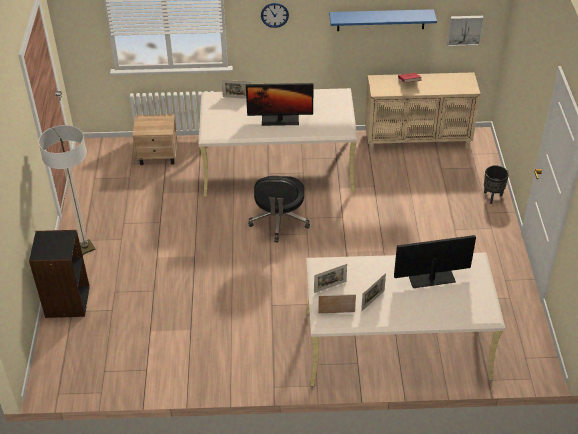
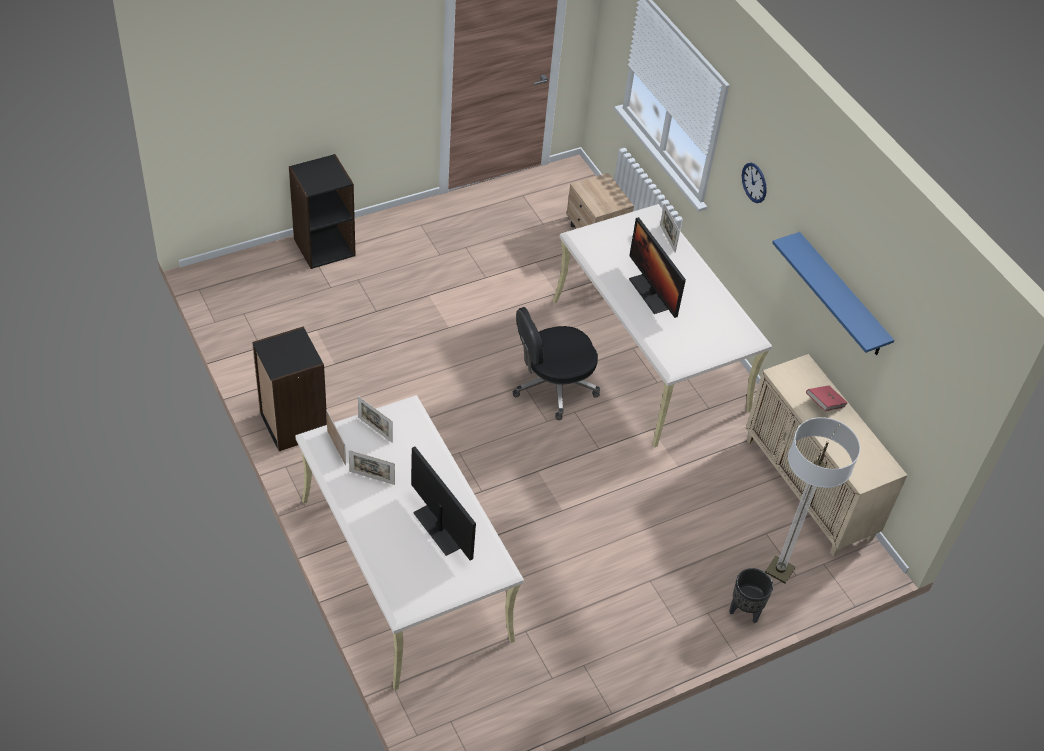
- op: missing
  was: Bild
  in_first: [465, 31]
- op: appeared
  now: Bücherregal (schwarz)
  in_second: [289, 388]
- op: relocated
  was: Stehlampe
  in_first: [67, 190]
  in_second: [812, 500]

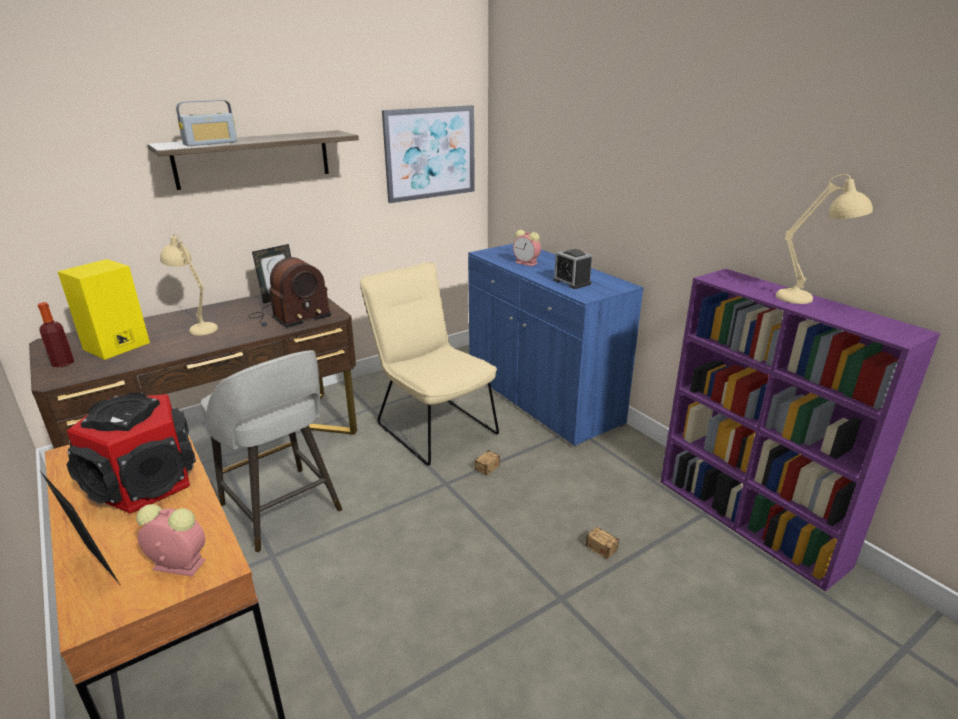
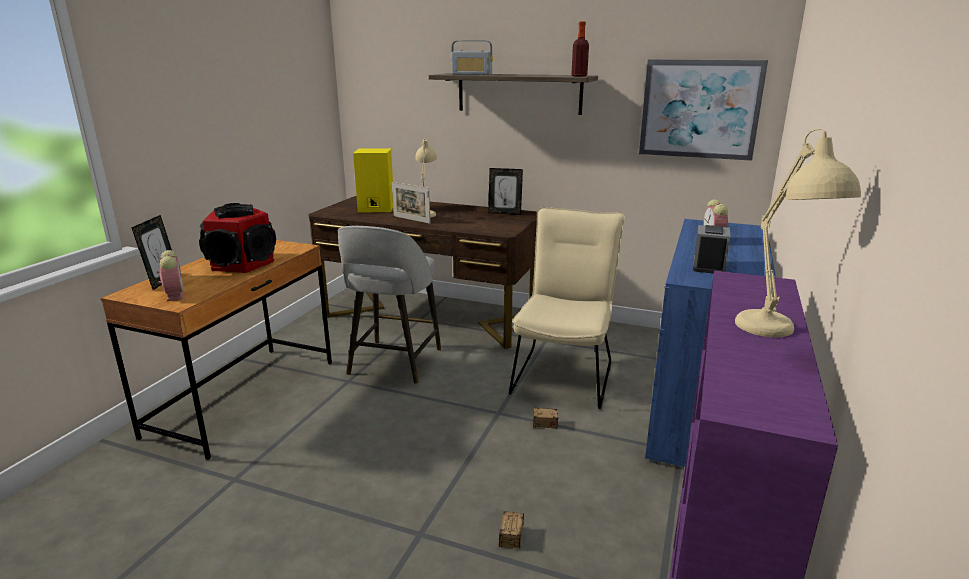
- op: missing
  was: Radio
  in_first: [289, 292]
- op: appeared
  now: Bilderrahmen
  in_second: [411, 203]
- op: relocated
  was: Flasche
  in_first: [56, 334]
  in_second: [580, 49]

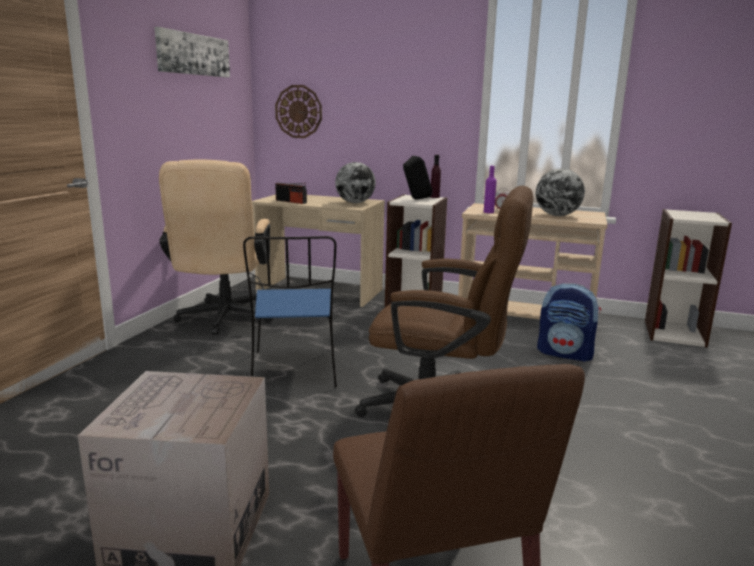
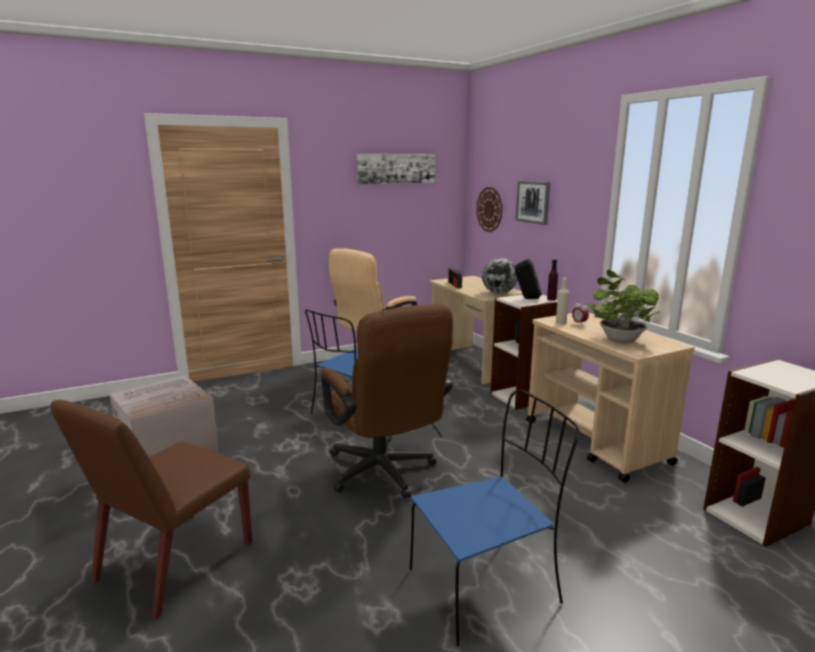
- op: missing
  was: Rucksack
  in_first: [569, 322]
- op: appeared
  now: Stuhl (blau)
  in_second: [494, 518]
- op: appeared
  now: Bild
  in_second: [532, 203]
- op: exchanged
  was: Globus
  now: Topfpflanze
  in_first: [560, 192]
  in_second: [624, 306]
- op: colour
  was: Flasche (lila)
  now: Flasche (beige)
  in_first: [490, 189]
  in_second: [562, 301]

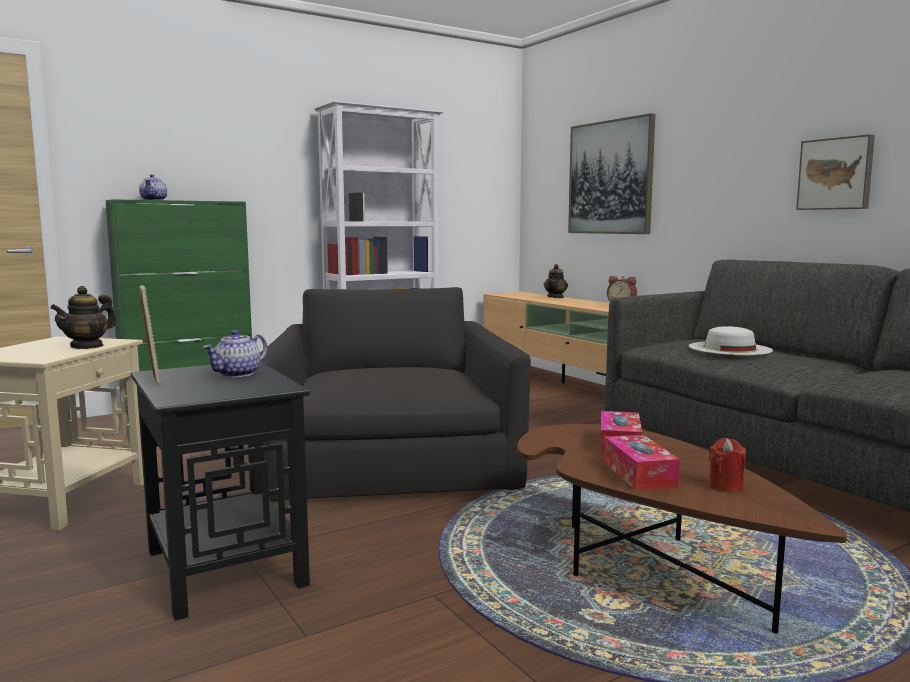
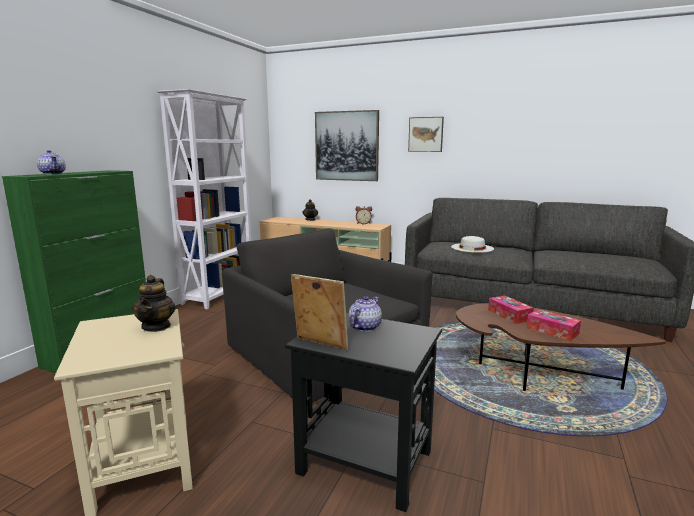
- op: missing
  was: Kerze (rot)
  in_first: [727, 465]
- op: relocated
  was: Bild
  in_first: [835, 172]
  in_second: [426, 134]
- op: spun
  was: Teekanne
  in_first: [235, 353]
  in_second: [365, 314]
  clockwise: -150

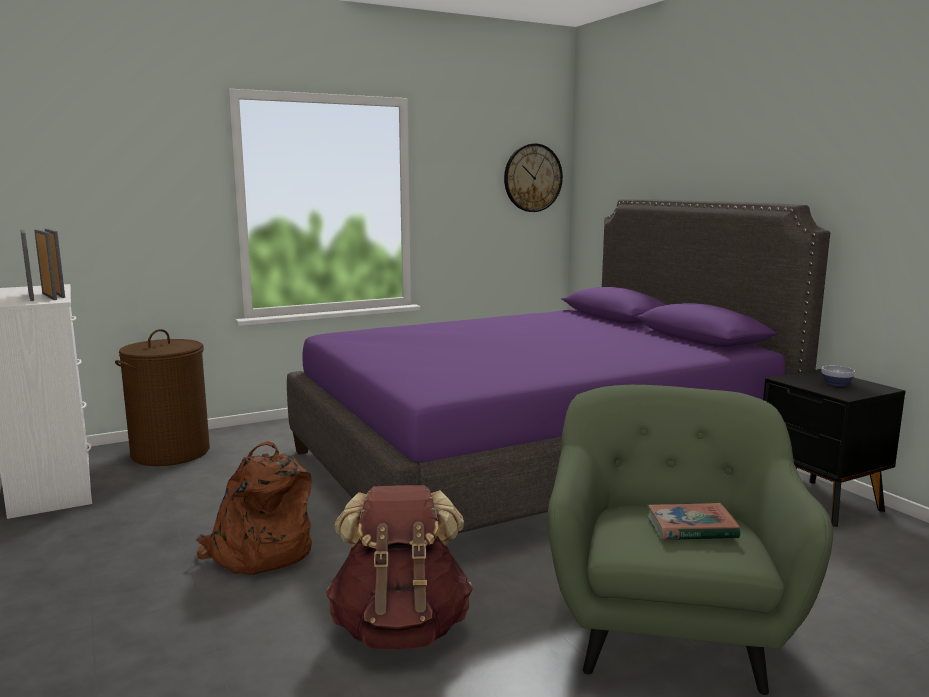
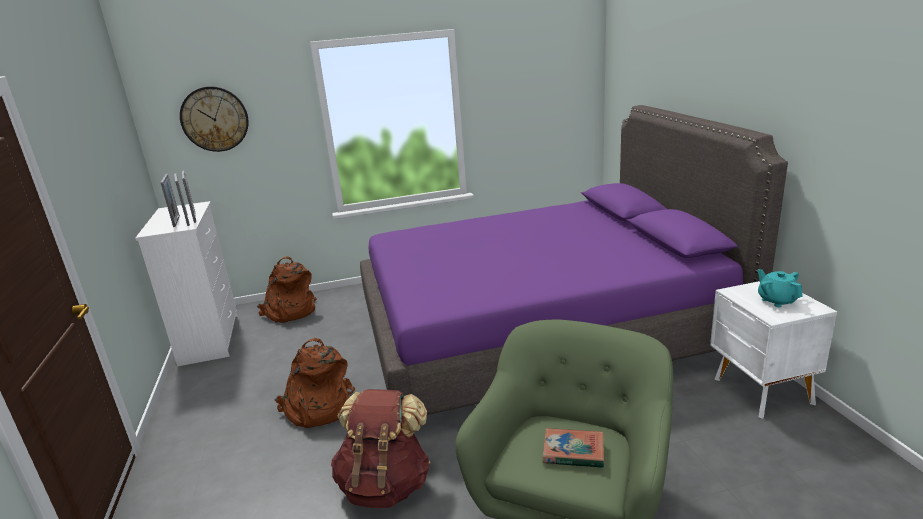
- op: relocated
  was: Wanduhr
  in_first: [533, 177]
  in_second: [214, 119]
- op: exchanged
  was: Wäschekorb (braun)
  now: Rucksack (braun)
  in_first: [162, 397]
  in_second: [286, 289]
- op: exchanged
  was: Schüssel
  now: Teekanne (türkis)
  in_first: [838, 376]
  in_second: [780, 288]
- op: colour
  was: Nachttisch (schwarz)
  now: Nachttisch (weiß)
  in_first: [834, 448]
  in_second: [773, 350]

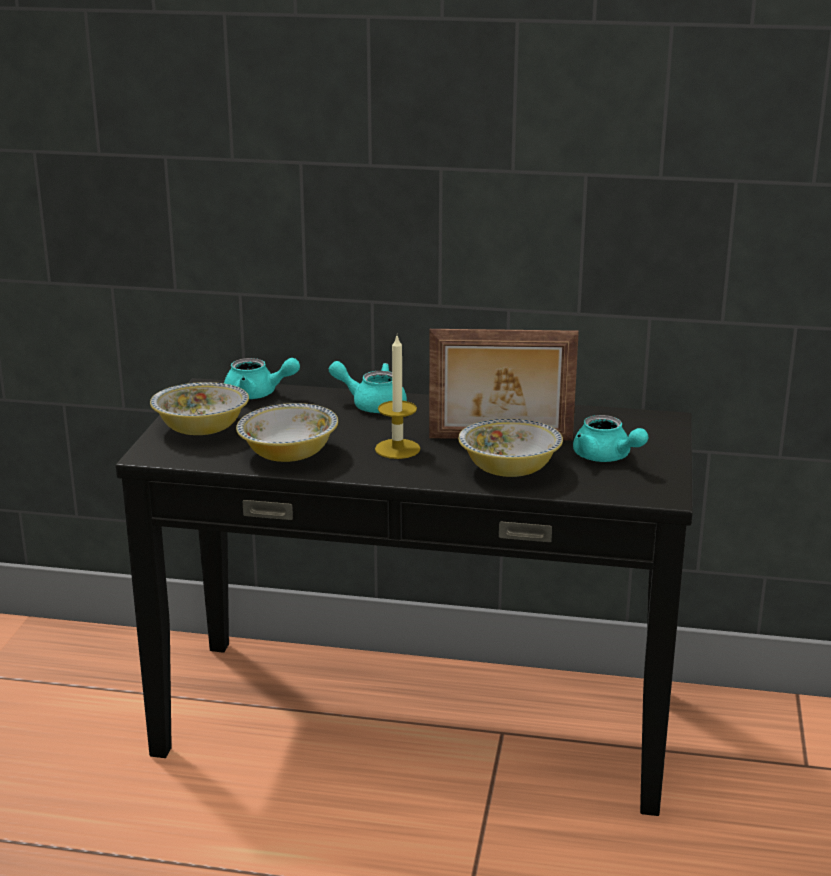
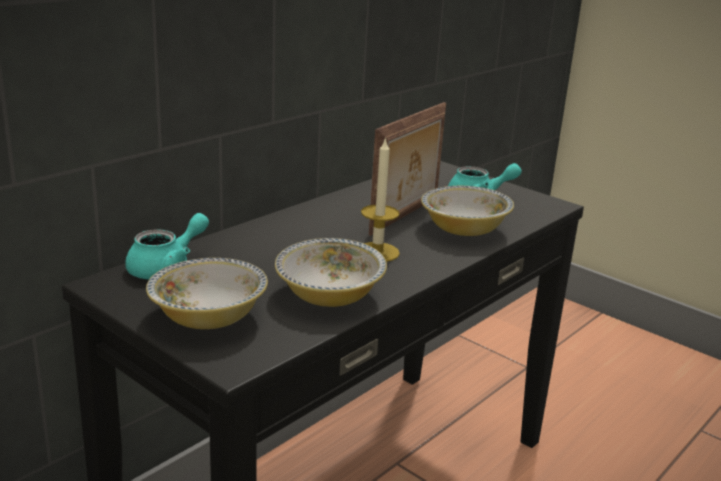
- op: missing
  was: Teekanne (türkis)
  in_first: [368, 387]

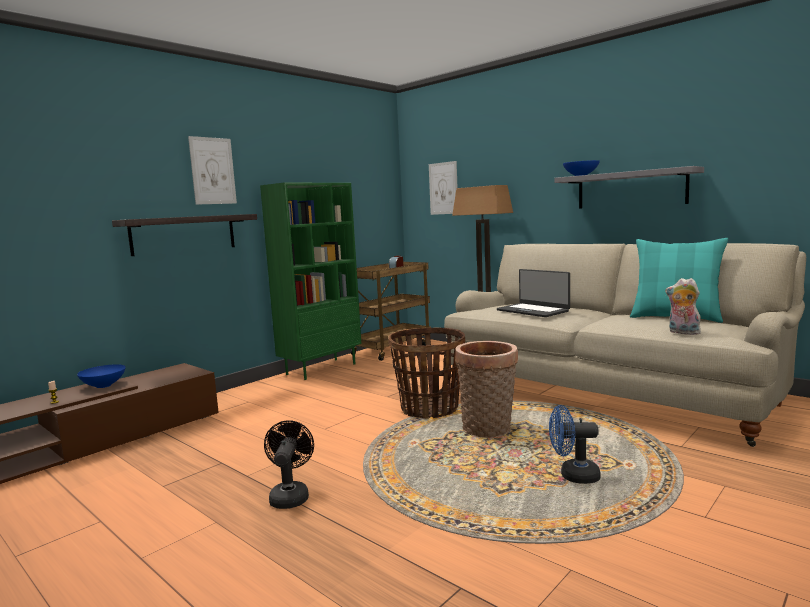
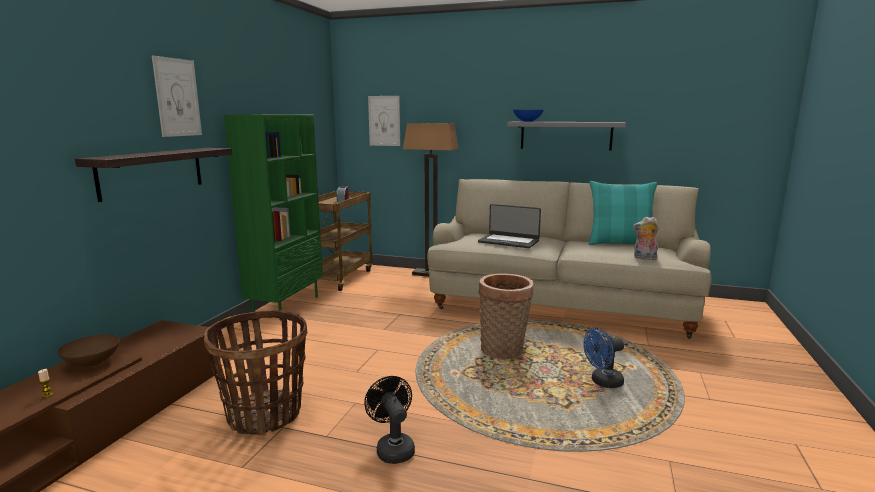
- op: relocated
  was: Korb
  in_first: [426, 373]
  in_second: [255, 372]
- op: colour
  was: Schüssel (blau)
  now: Schüssel (braun)
  in_first: [101, 376]
  in_second: [88, 350]

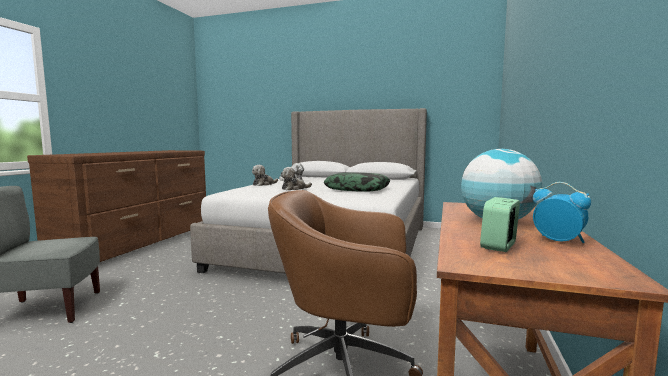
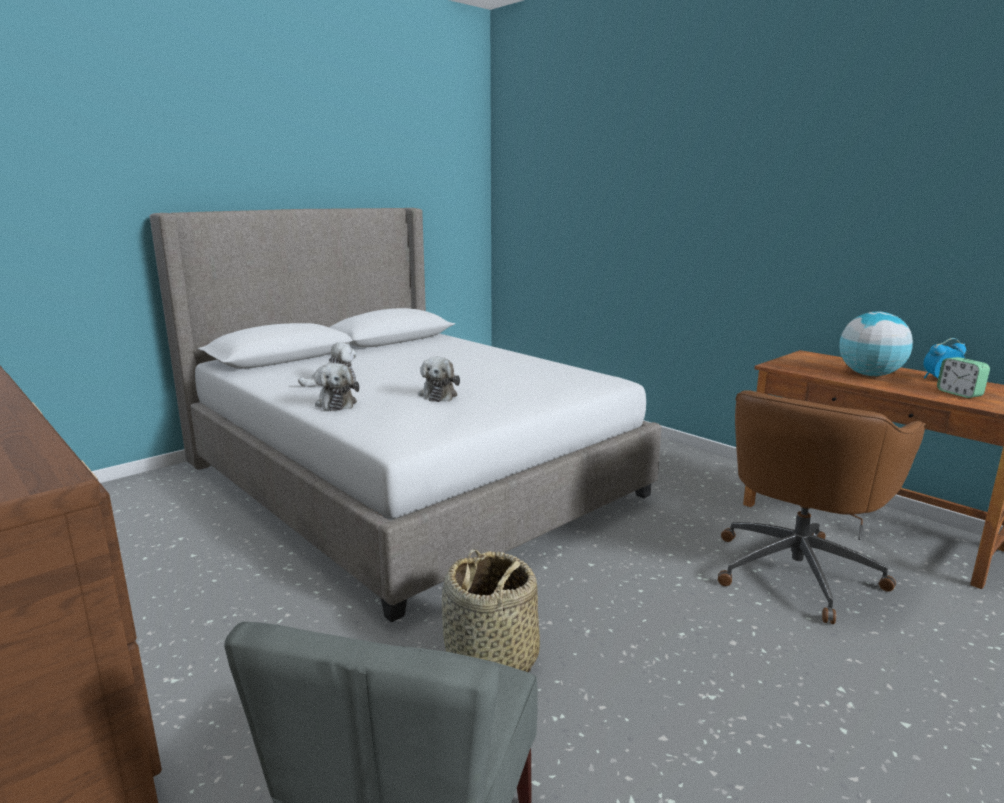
- op: missing
  was: Kissen
  in_first: [357, 182]
- op: appeared
  now: Korb
  in_second: [491, 610]

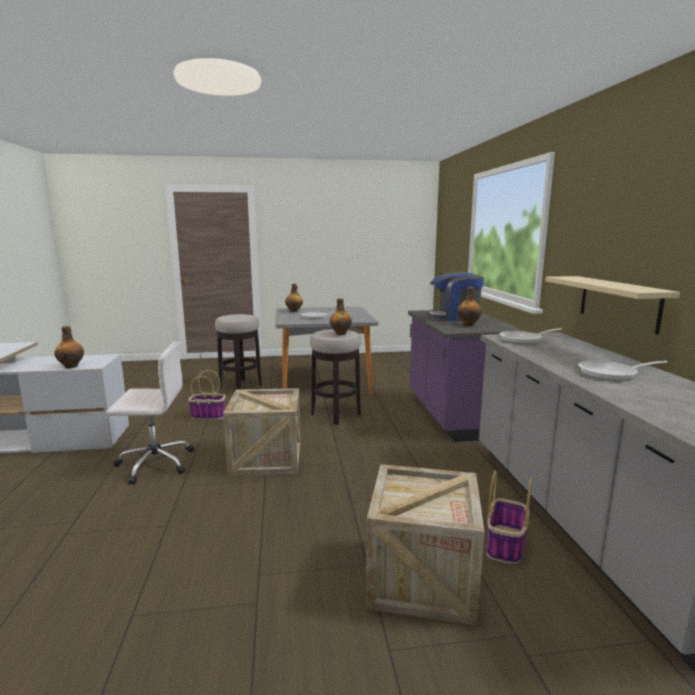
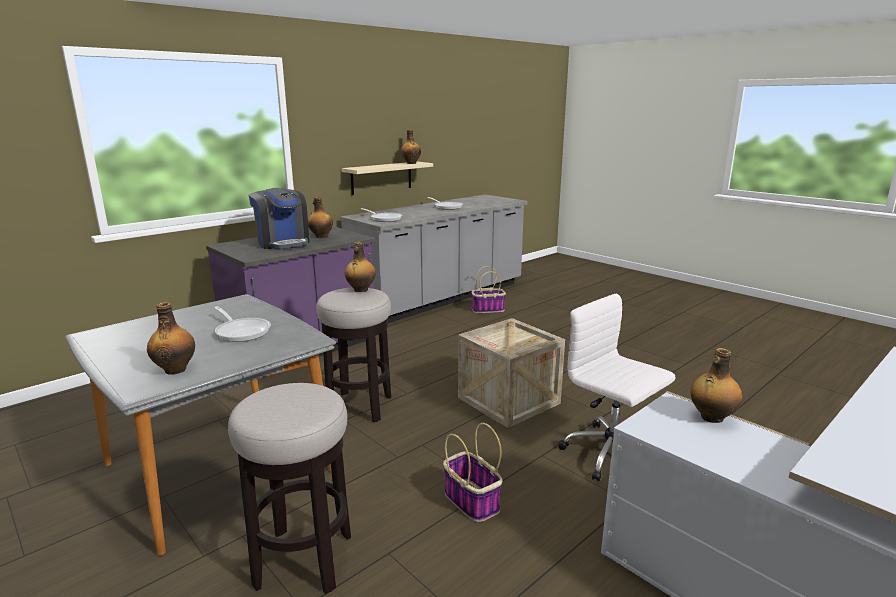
- op: missing
  was: Kiste
  in_first: [425, 545]
- op: appeared
  now: Flasche
  in_second: [411, 146]

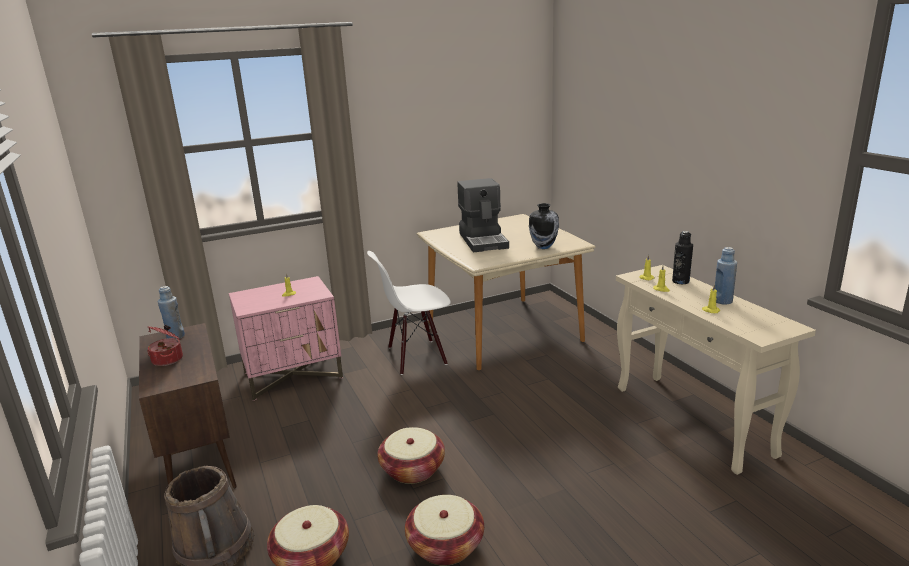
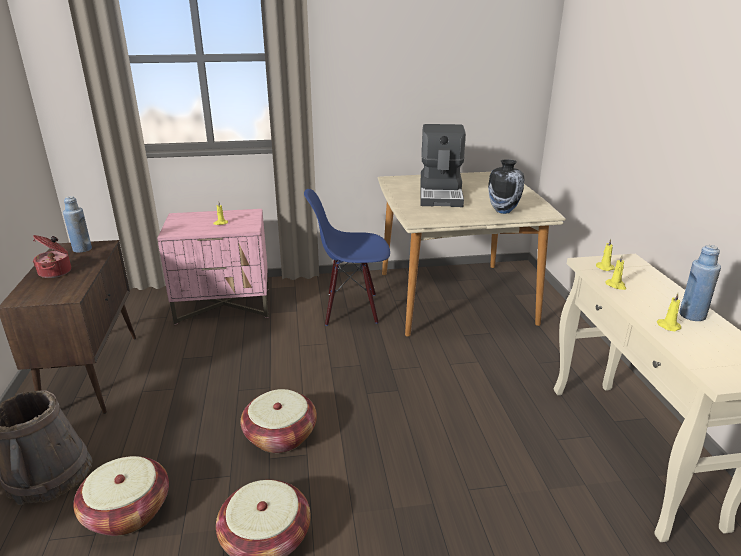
- op: missing
  was: Flasche (schwarz)
  in_first: [682, 257]
- op: colour
  was: Stuhl (weiß)
  now: Stuhl (blau)
  in_first: [409, 313]
  in_second: [347, 257]

